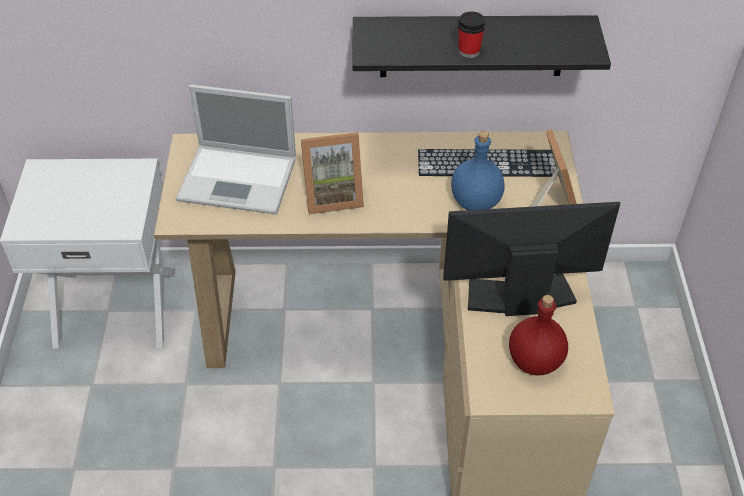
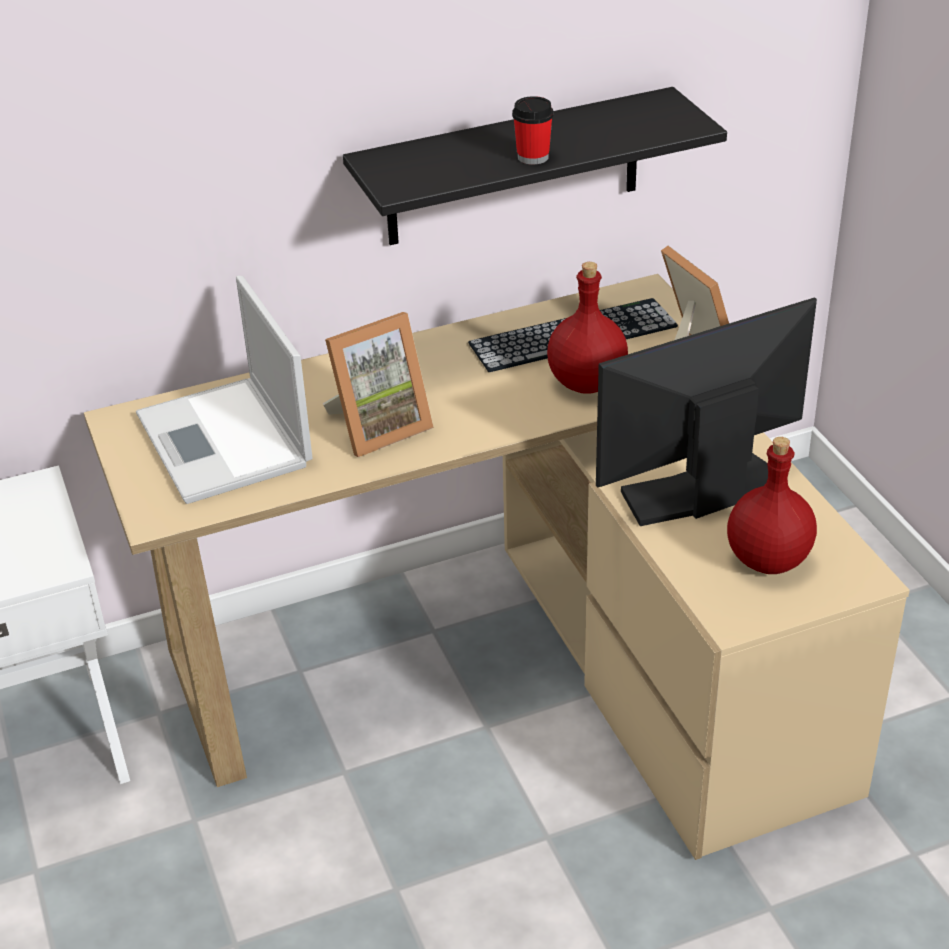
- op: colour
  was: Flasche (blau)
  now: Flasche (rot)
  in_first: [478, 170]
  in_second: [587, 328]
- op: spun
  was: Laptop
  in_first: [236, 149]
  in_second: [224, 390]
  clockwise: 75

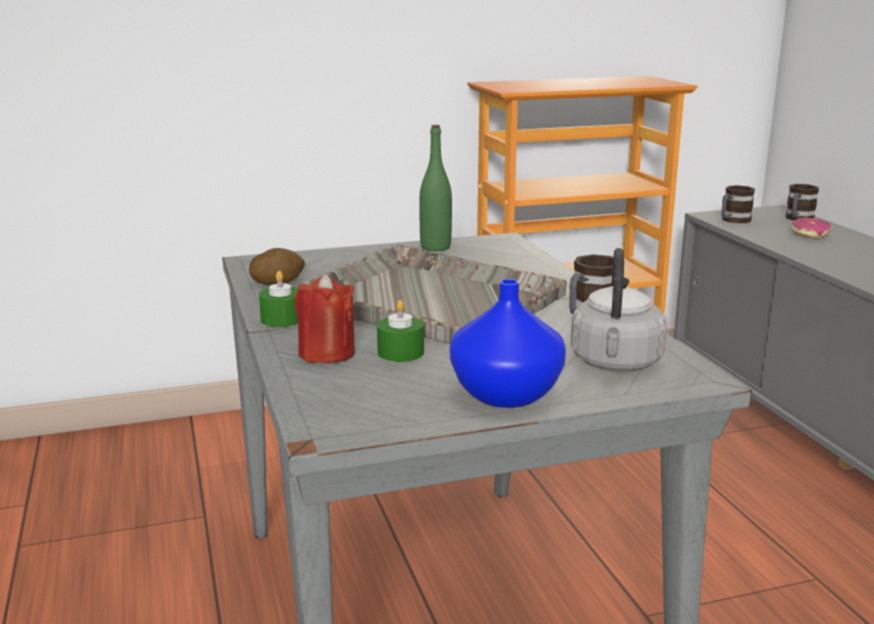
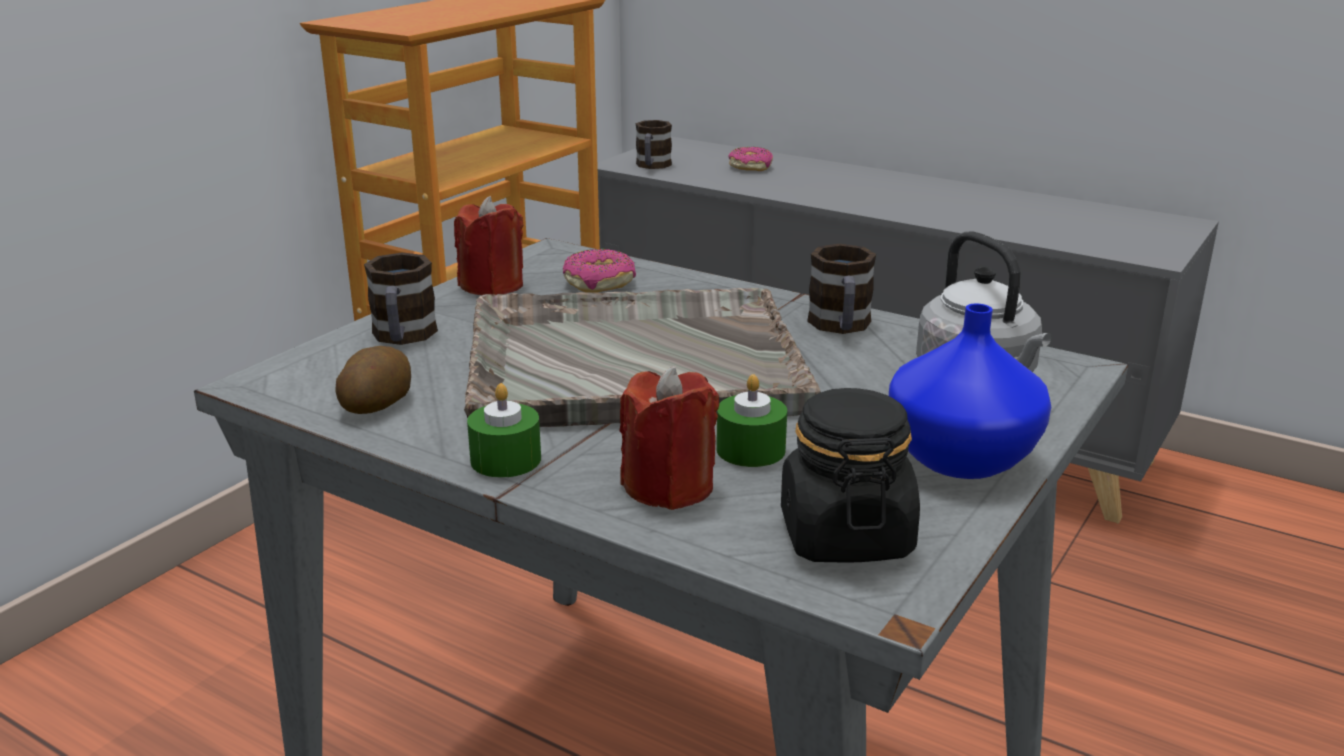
- op: appeared
  now: Donut
  in_second: [599, 271]
- op: appeared
  now: Vorratsglas (schwarz)
  in_second: [850, 475]
- op: relocated
  was: Henkelbecher
  in_first: [802, 202]
  in_second: [401, 298]
- op: exchanged
  was: Flasche (grün)
  now: Kerze (rot)
  in_first: [435, 188]
  in_second: [488, 245]

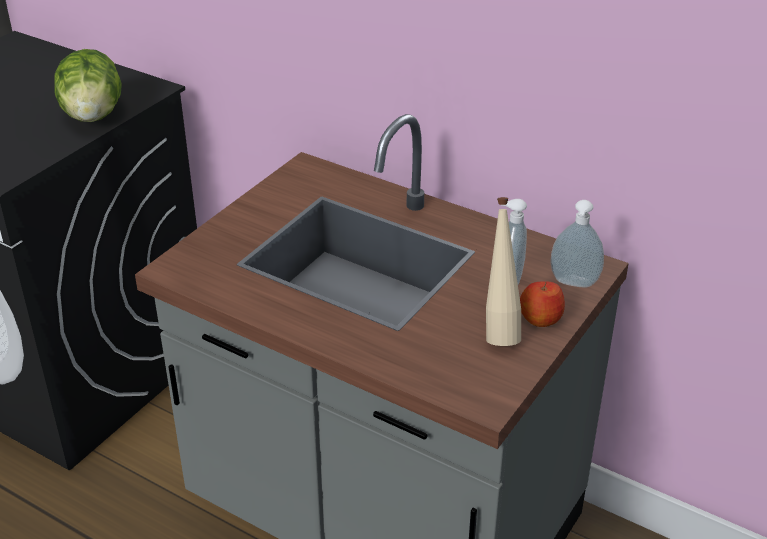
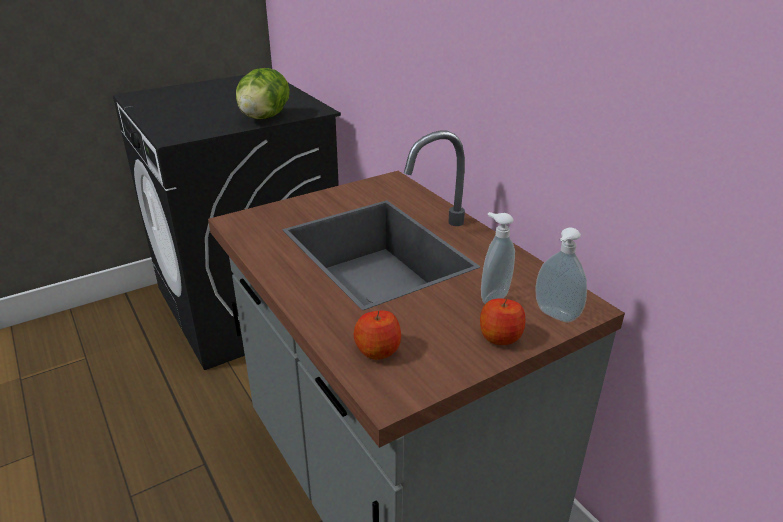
- op: missing
  was: Flasche (beige)
  in_first: [503, 271]
- op: appeared
  now: Apfel
  in_second: [377, 335]

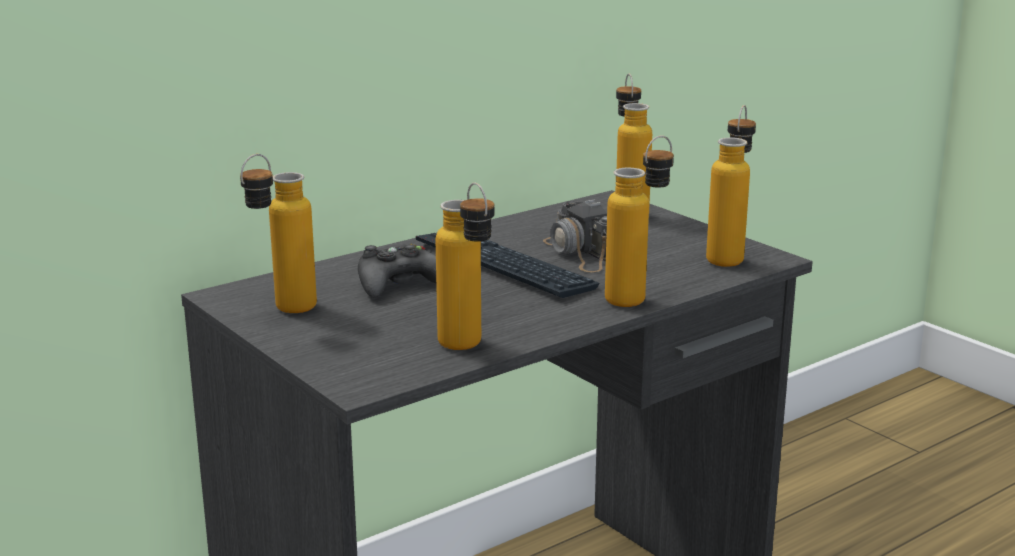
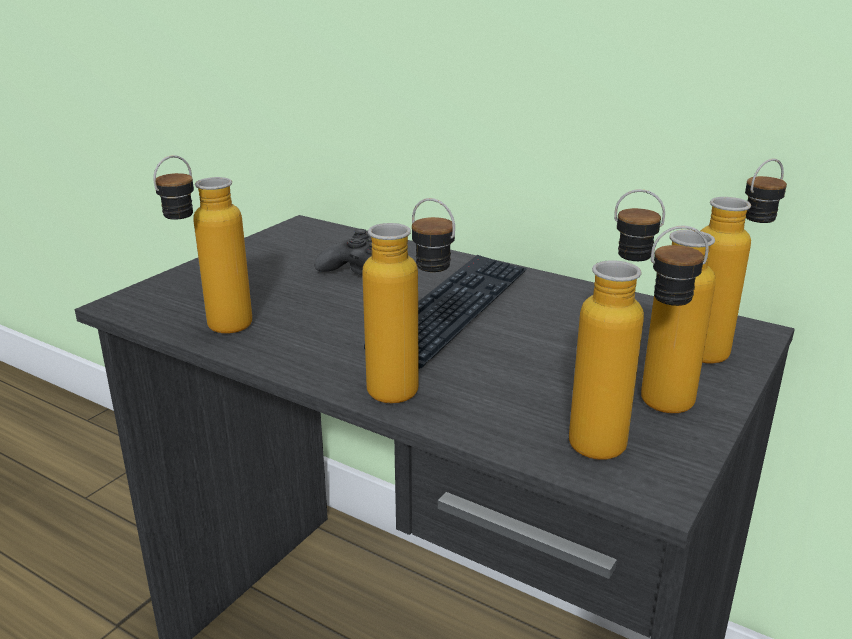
- op: missing
  was: Kamera
  in_first: [575, 235]
- op: relocated
  was: Flasche
  in_first: [278, 233]
  in_second: [665, 301]

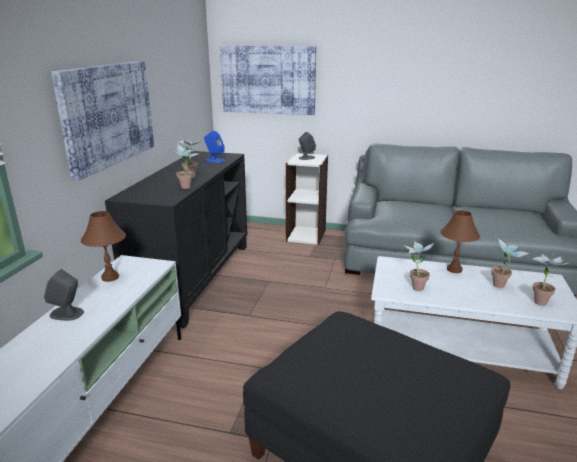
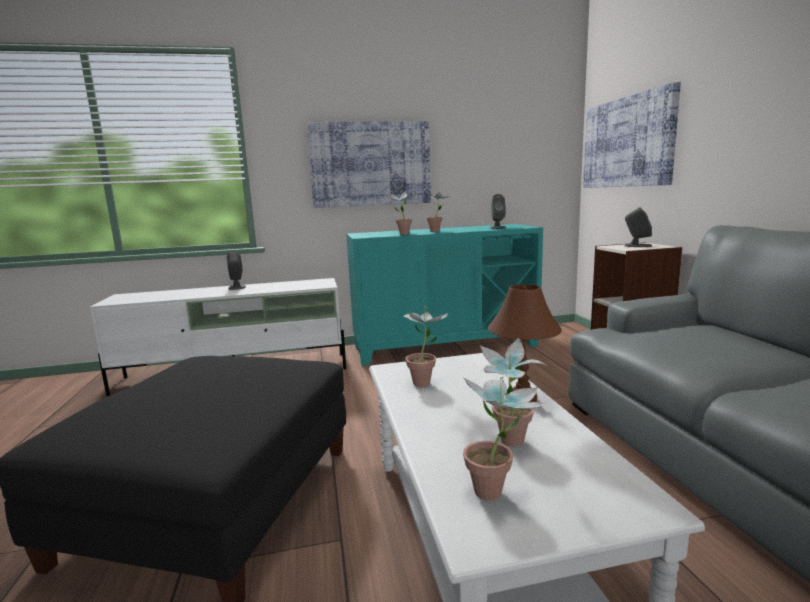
- op: missing
  was: Tischlampe (braun)
  in_first: [103, 246]
- op: colour
  was: Schrank (schwarz)
  now: Schrank (türkis)
  in_first: [176, 239]
  in_second: [444, 295]
- op: colour
  was: Lautsprecher (blau)
  now: Lautsprecher (grau)
  in_first: [214, 147]
  in_second: [498, 211]

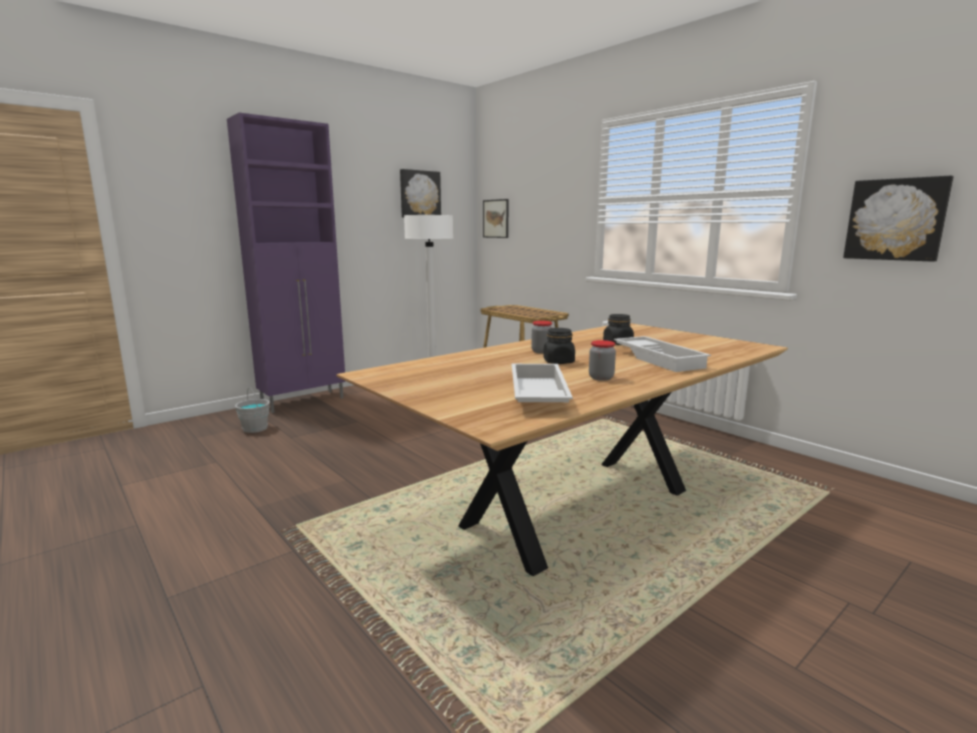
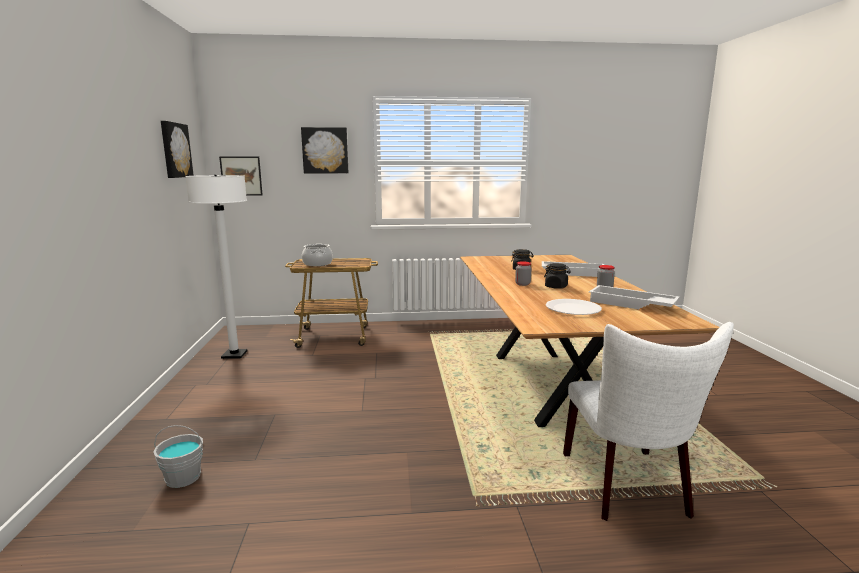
- op: missing
  was: Schrank (lila)
  in_first: [286, 263]
- op: appeared
  now: Kochtopf
  in_second: [317, 255]
- op: appeared
  now: Teller (weiß)
  in_second: [574, 307]
- op: appeared
  now: Stuhl (weiß)
  in_second: [648, 421]
- op: relocated
  was: Bild
  in_first: [898, 219]
  in_second: [324, 150]

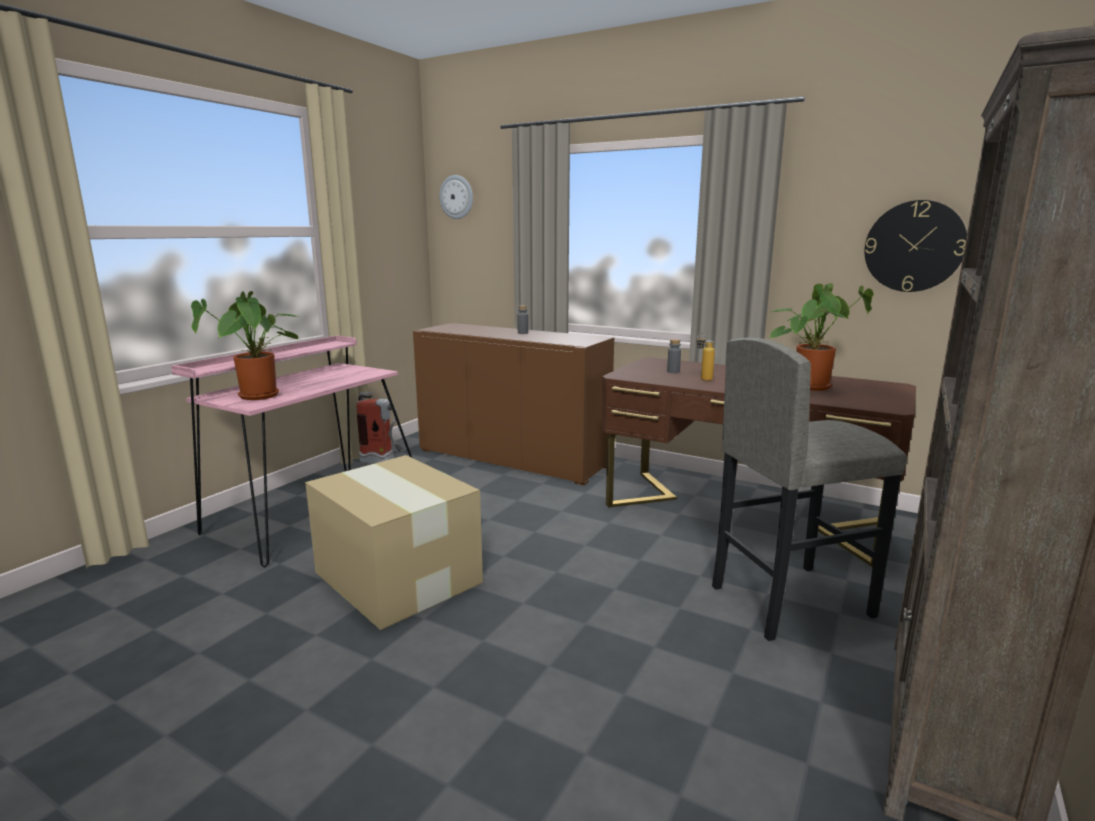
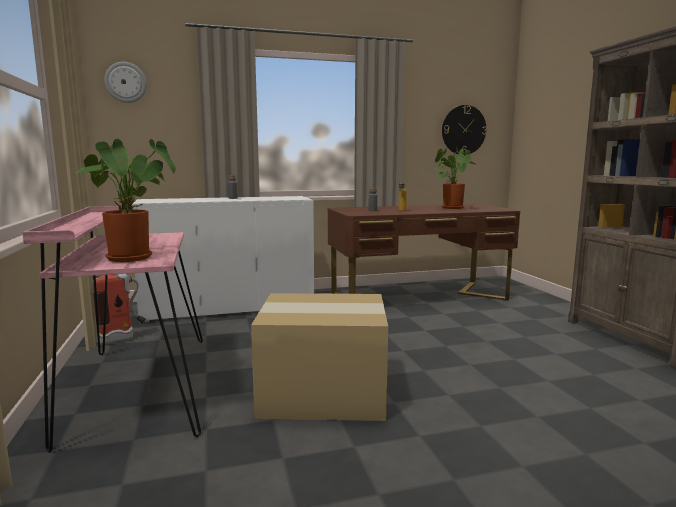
- op: missing
  was: Hocker (grau)
  in_first: [809, 489]
- op: colour
  was: Schrank (braun)
  now: Schrank (weiß)
  in_first: [513, 404]
  in_second: [223, 259]

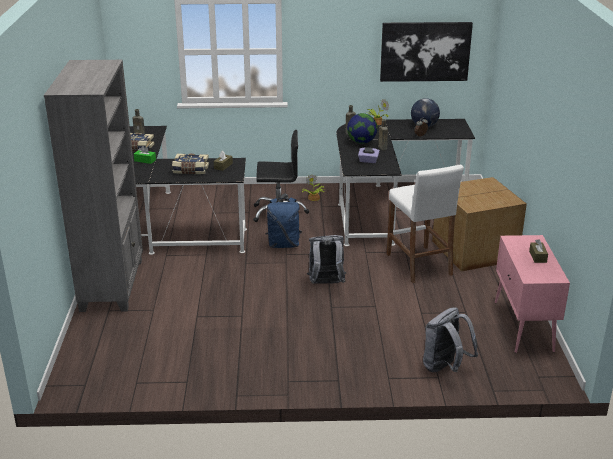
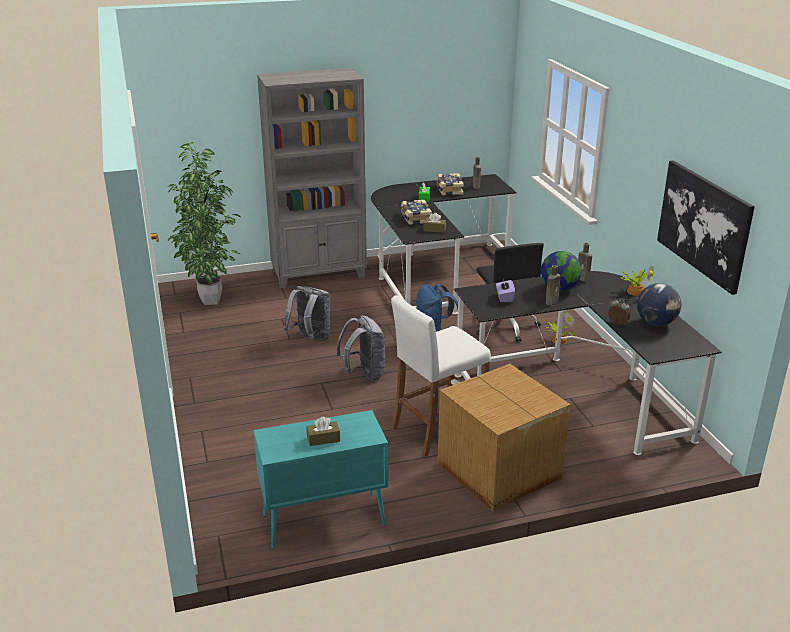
- op: appeared
  now: Topfpflanze
  in_second: [204, 223]
- op: relocated
  was: Rucksack (grau)
  in_first: [450, 339]
  in_second: [307, 313]
- op: colour
  was: Schrank (rosa)
  now: Schrank (türkis)
  in_first: [532, 294]
  in_second: [320, 479]

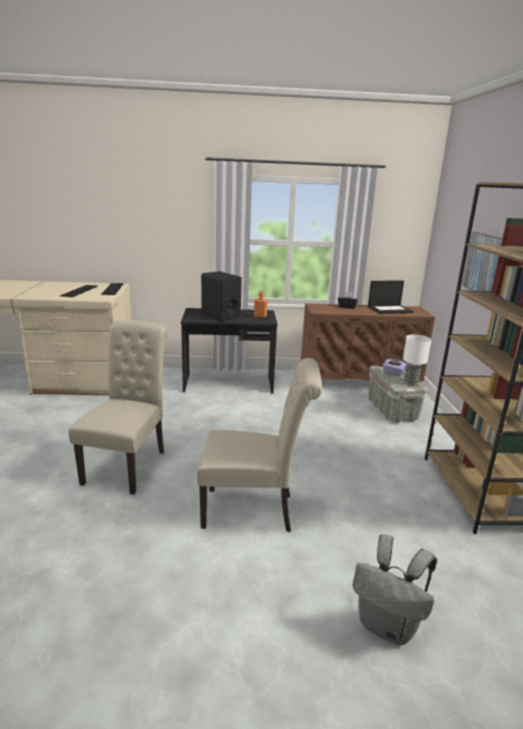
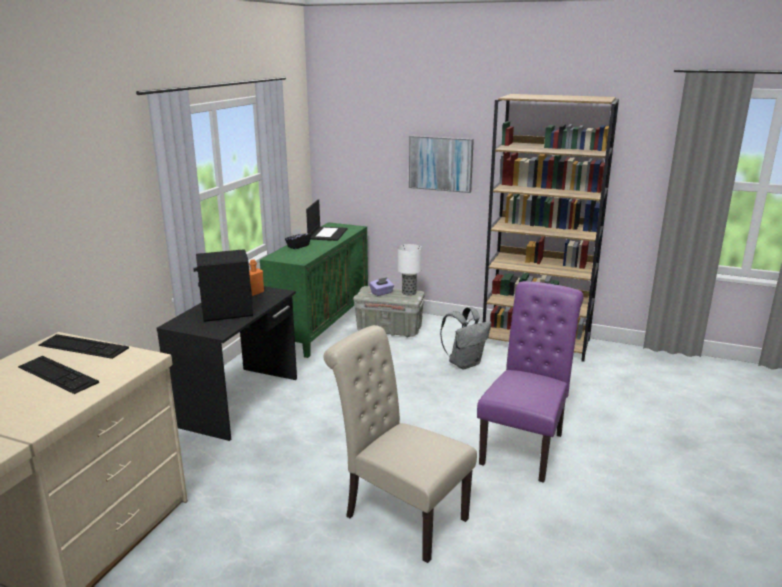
- op: relocated
  was: Rucksack (grau)
  in_first: [395, 589]
  in_second: [465, 338]
- op: colour
  was: Stuhl (beige)
  now: Stuhl (lila)
  in_first: [260, 445]
  in_second: [530, 382]
- op: colour
  was: Schrank (braun)
  now: Schrank (grün)
  in_first: [368, 343]
  in_second: [314, 290]

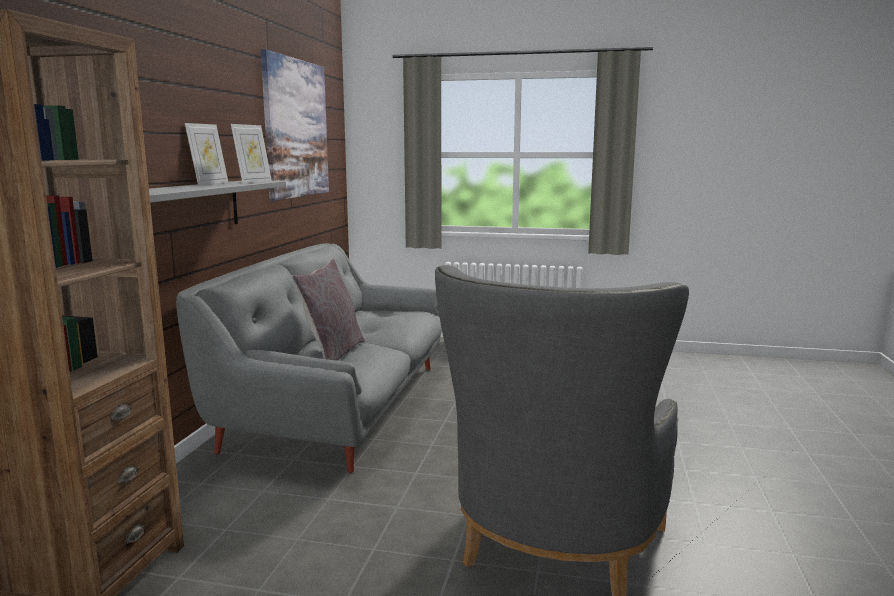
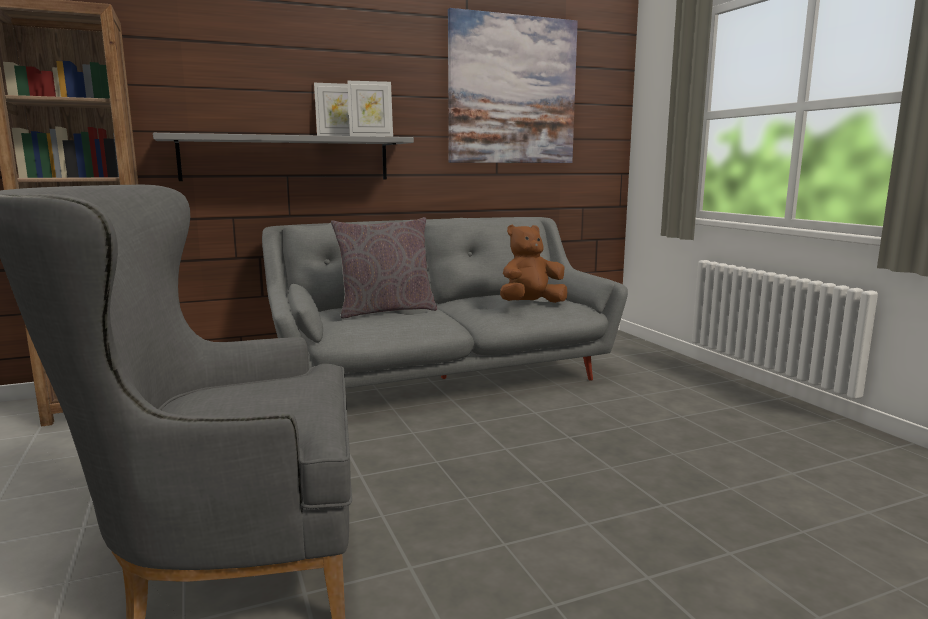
- op: appeared
  now: Plüschtier (braun)
  in_second: [533, 264]

